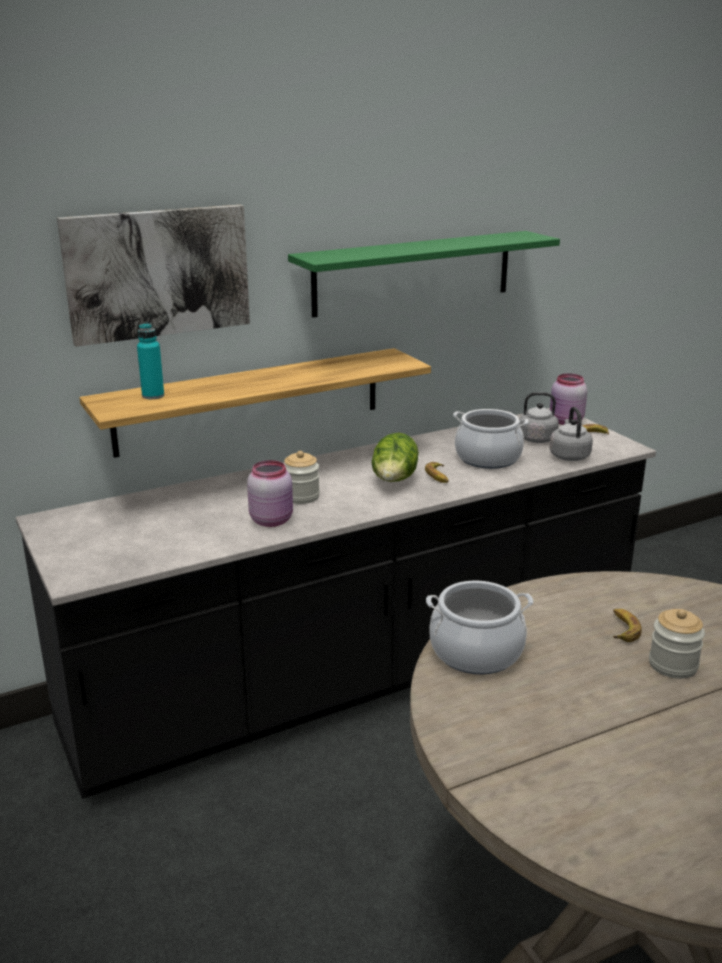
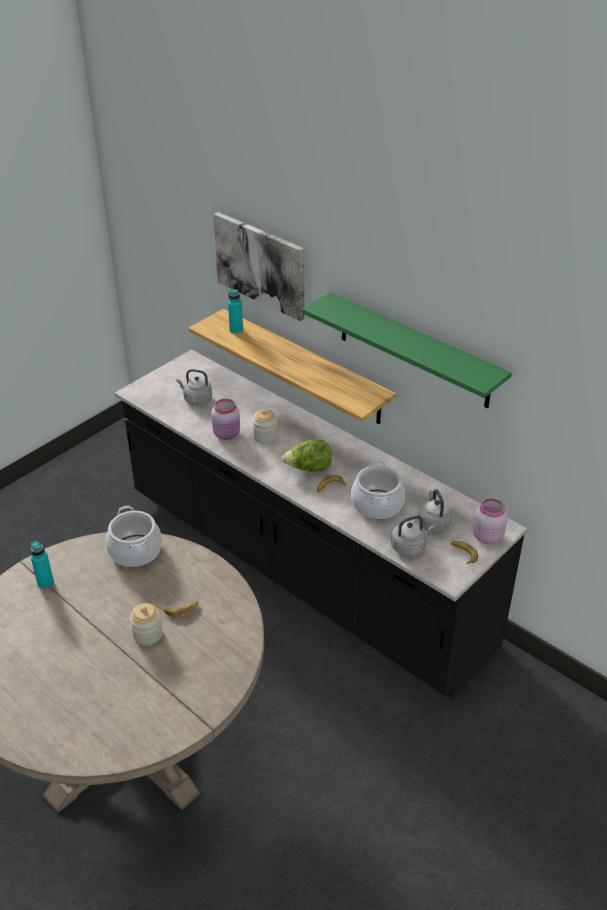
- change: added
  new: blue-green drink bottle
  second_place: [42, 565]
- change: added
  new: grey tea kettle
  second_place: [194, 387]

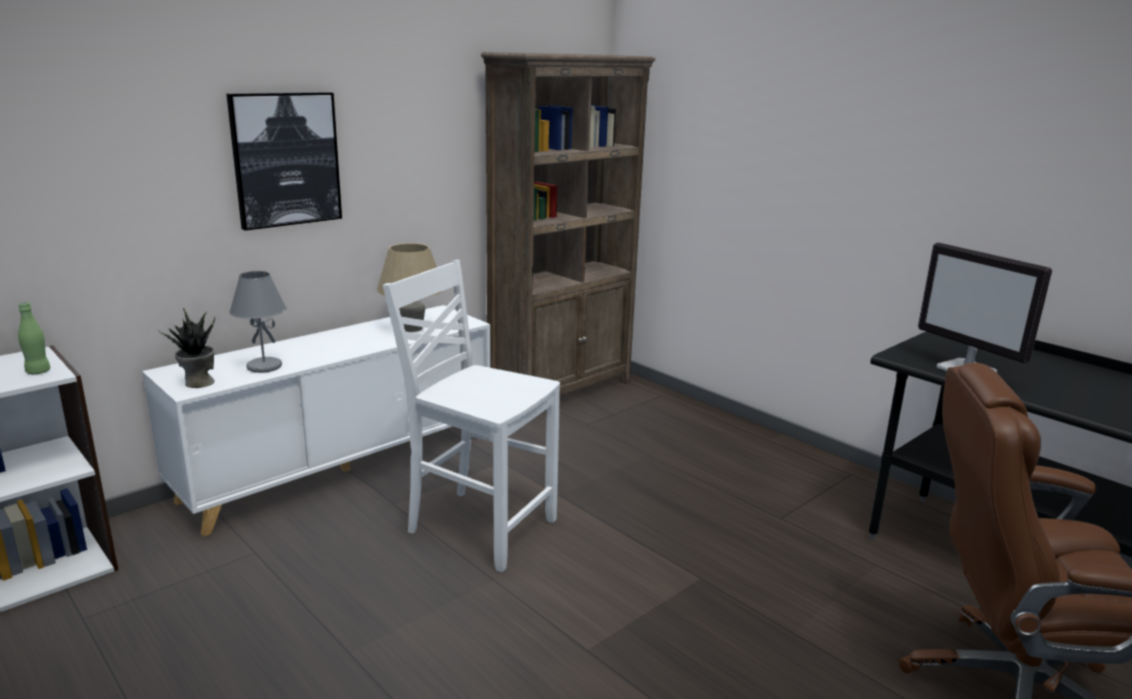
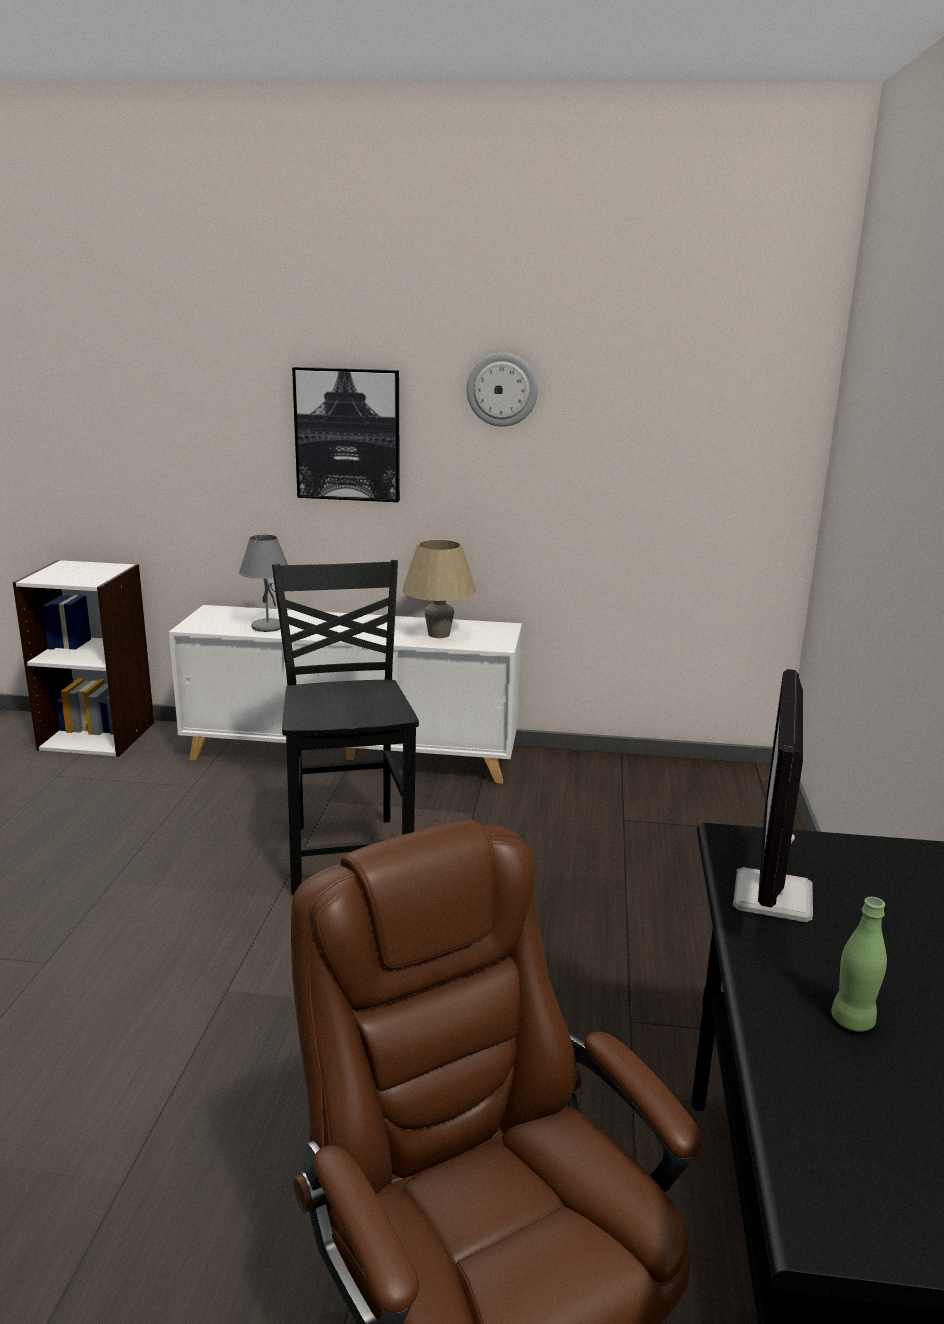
- change: moved
  old: green drink bottle
  first_place: [34, 338]
  second_place: [859, 964]
- change: removed
  old: plant in a pot
  first_place: [186, 348]
- change: recoloured
  old: white plain chair
  new: black-coloured plain chair
  first_place: [471, 416]
  second_place: [345, 727]
- change: removed
  old: brown-coloured bookshelf
  first_place: [568, 223]
- change: added
  new: hanging clock
  second_place: [502, 390]

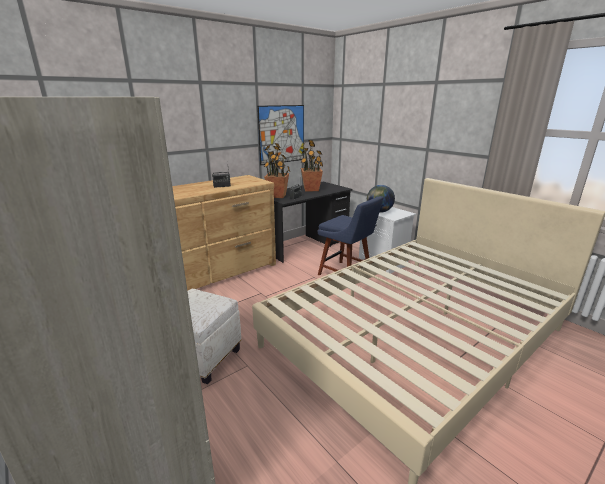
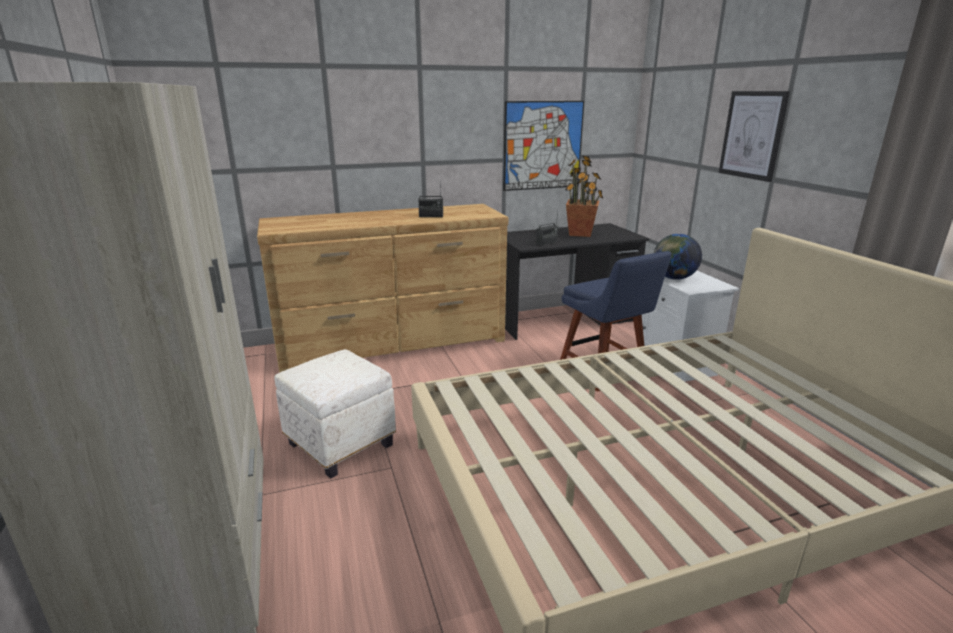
- change: removed
  old: plant in a pot
  first_place: [277, 170]
- change: added
  new: wall art
  second_place: [754, 136]

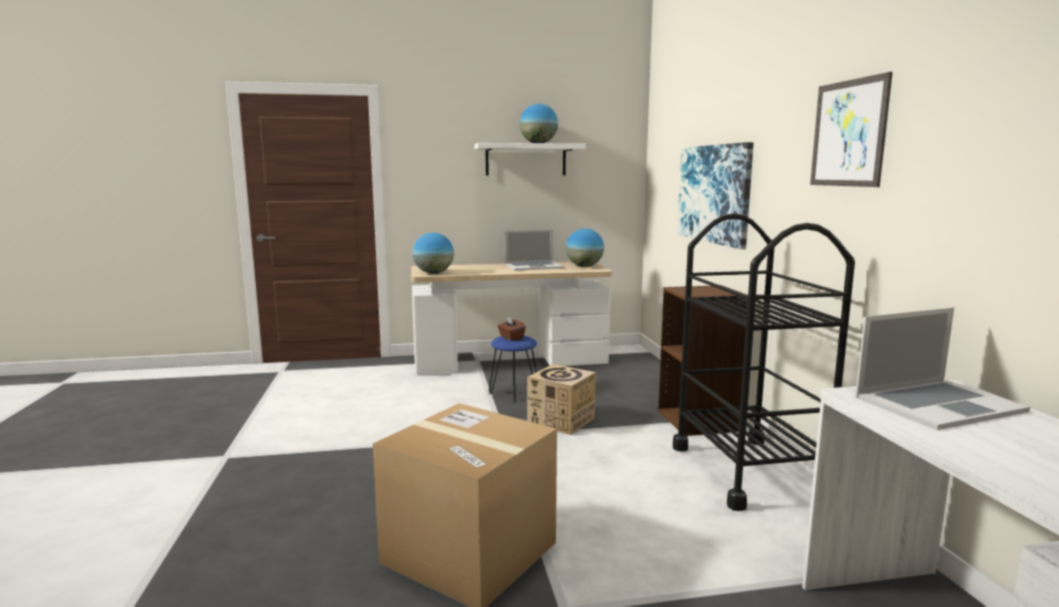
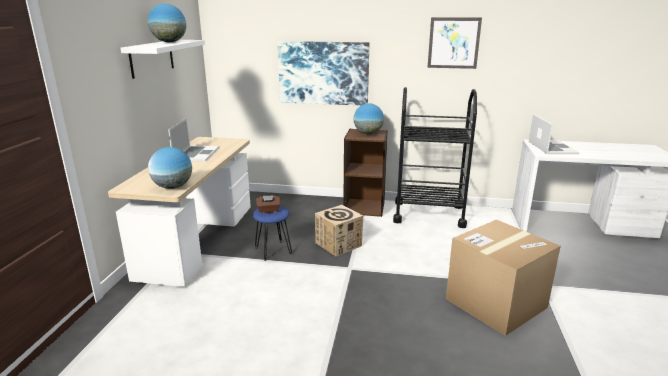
- change: moved
  old: globe
  first_place: [585, 247]
  second_place: [368, 118]

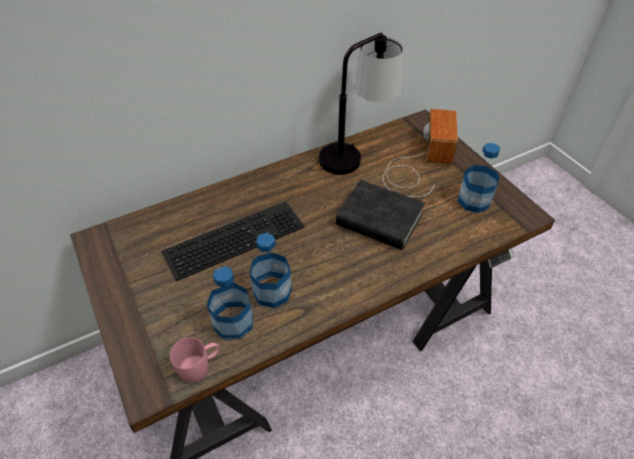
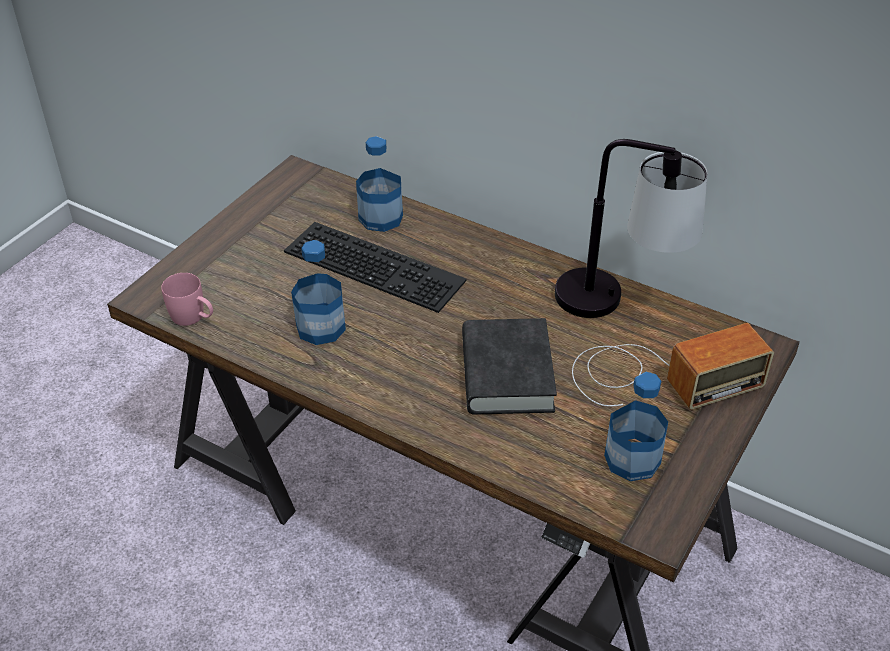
- change: moved
  old: drink bottle
  first_place: [230, 303]
  second_place: [379, 184]

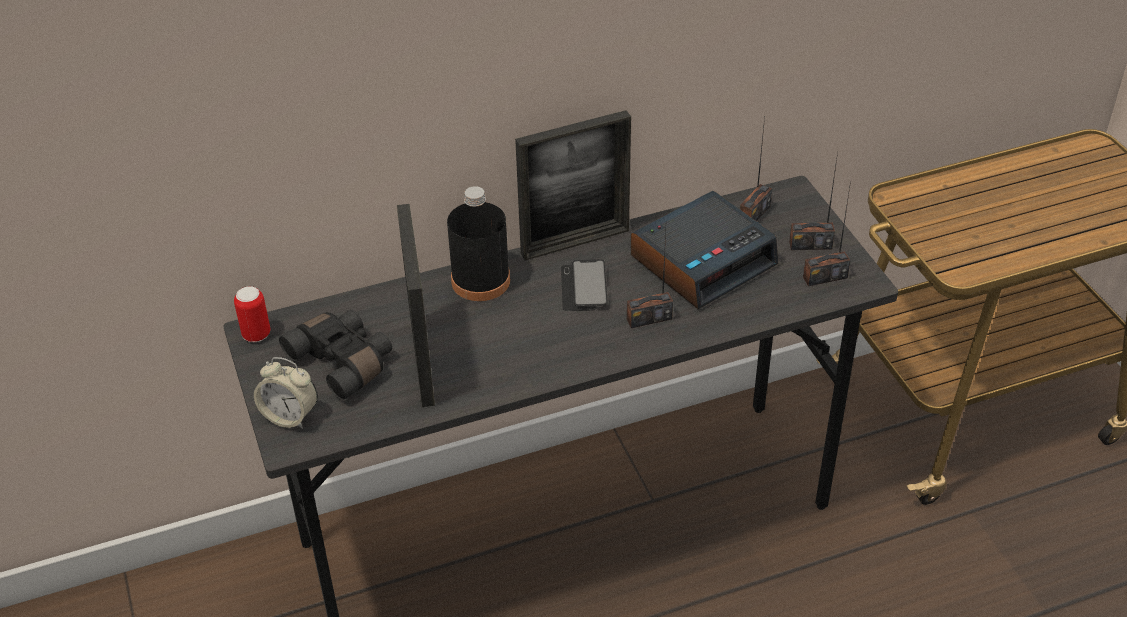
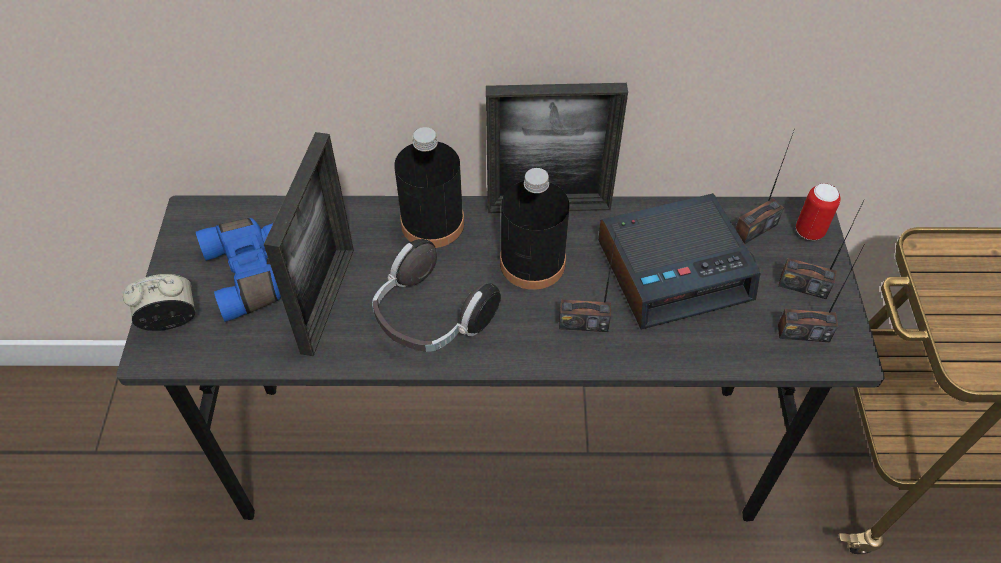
- change: moved
  old: metal can
  first_place: [252, 314]
  second_place: [818, 211]
- change: turned
  old: table clock
  first_place: [286, 393]
  second_place: [159, 302]
  degrees: 120
- change: recoloured
  old: black-coloured binoculars
  new: bluish binoculars
  first_place: [335, 355]
  second_place: [238, 270]
- change: replaced
  old: telephone
  new: black-coloured drink bottle
  first_place: [584, 285]
  second_place: [534, 229]
- change: added
  new: pair of headphones
  second_place: [436, 295]

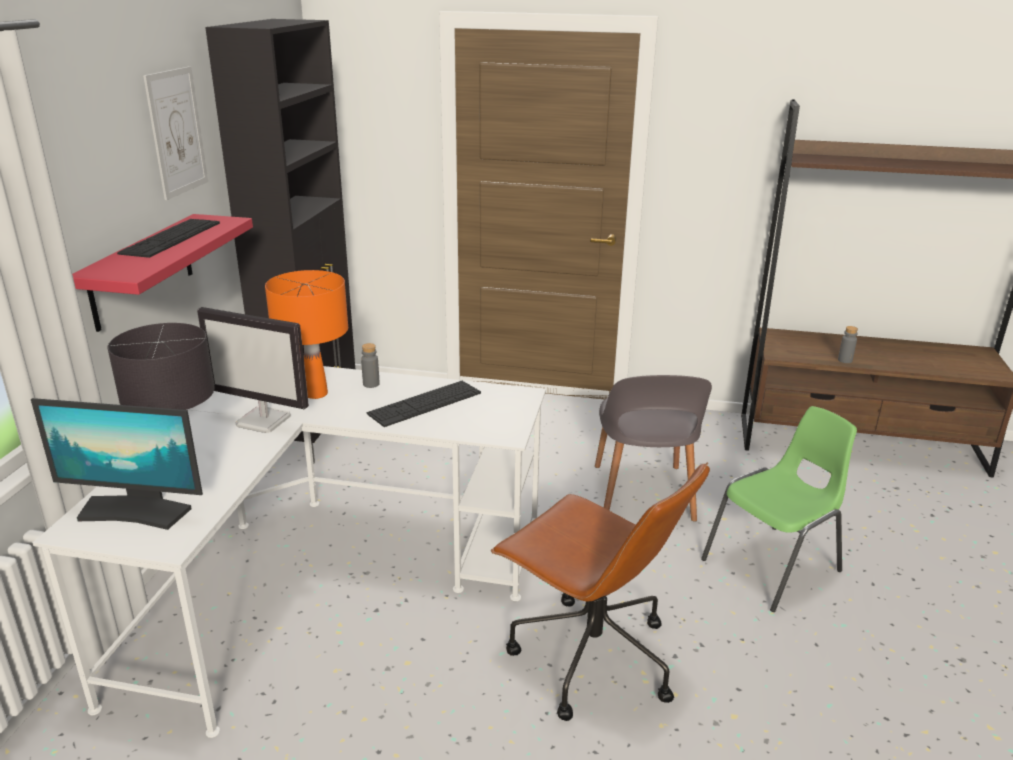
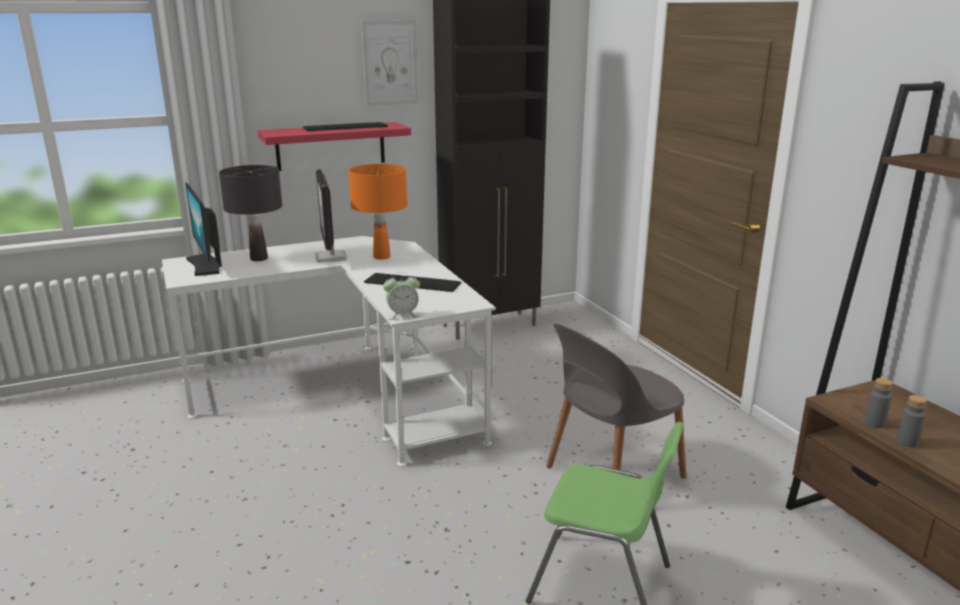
- change: moved
  old: grey drink bottle
  first_place: [370, 365]
  second_place: [879, 403]
- change: removed
  old: brown-coloured desk chair
  first_place: [600, 591]
- change: added
  new: table clock
  second_place: [401, 296]

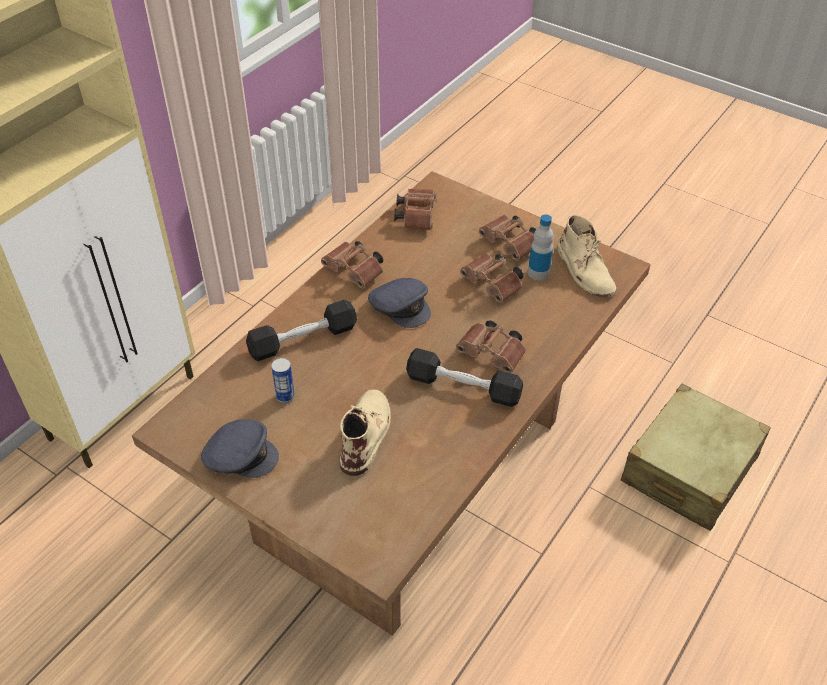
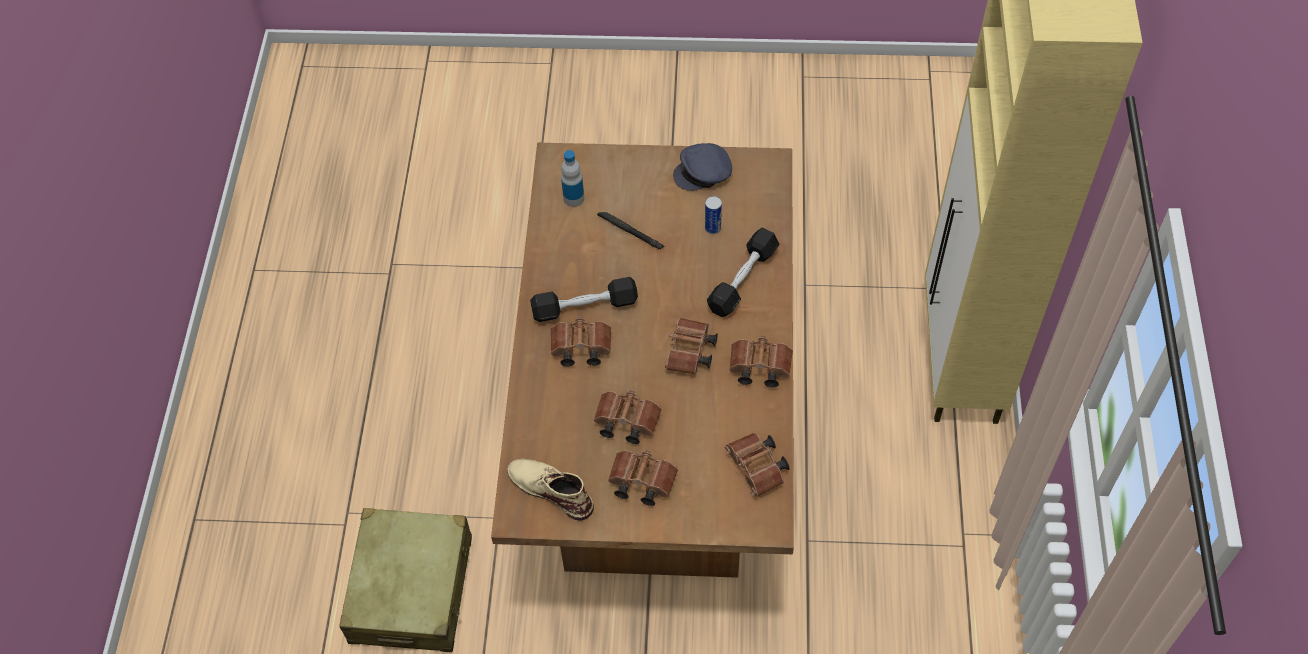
- change: replaced
  old: beige tall boot
  new: black-coloured hand torch
  first_place: [365, 433]
  second_place: [630, 231]
- change: replaced
  old: grey baseball cap
  new: brown-coloured binoculars
  first_place: [399, 303]
  second_place: [691, 346]
- change: moved
  old: drink bottle
  first_place: [541, 247]
  second_place: [572, 178]

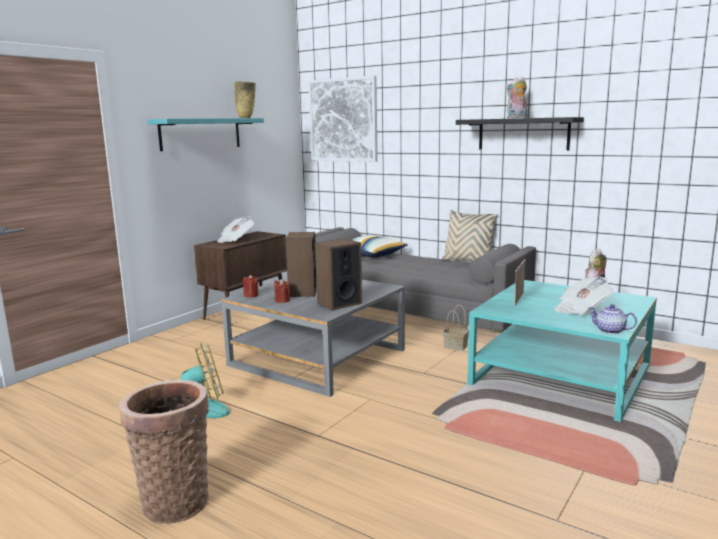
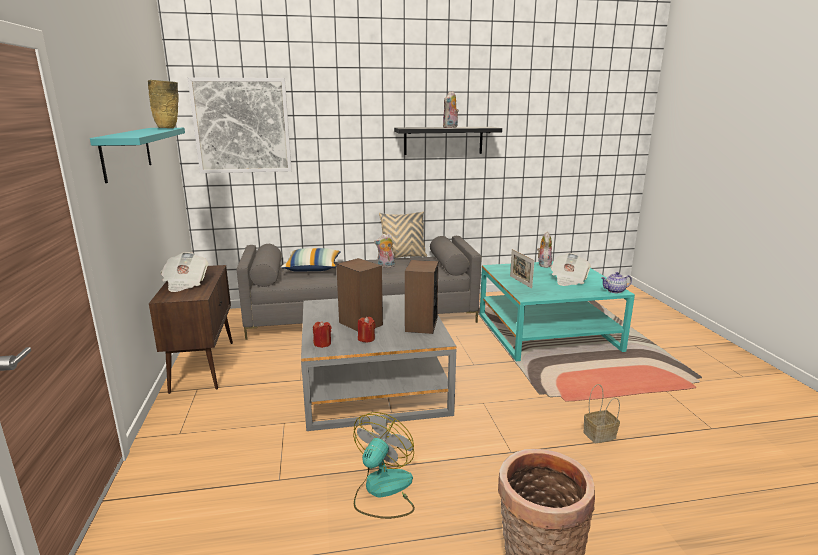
- change: moved
  old: storage basket
  first_place: [456, 327]
  second_place: [601, 413]
- change: added
  new: cuddly toy
  second_place: [384, 251]

